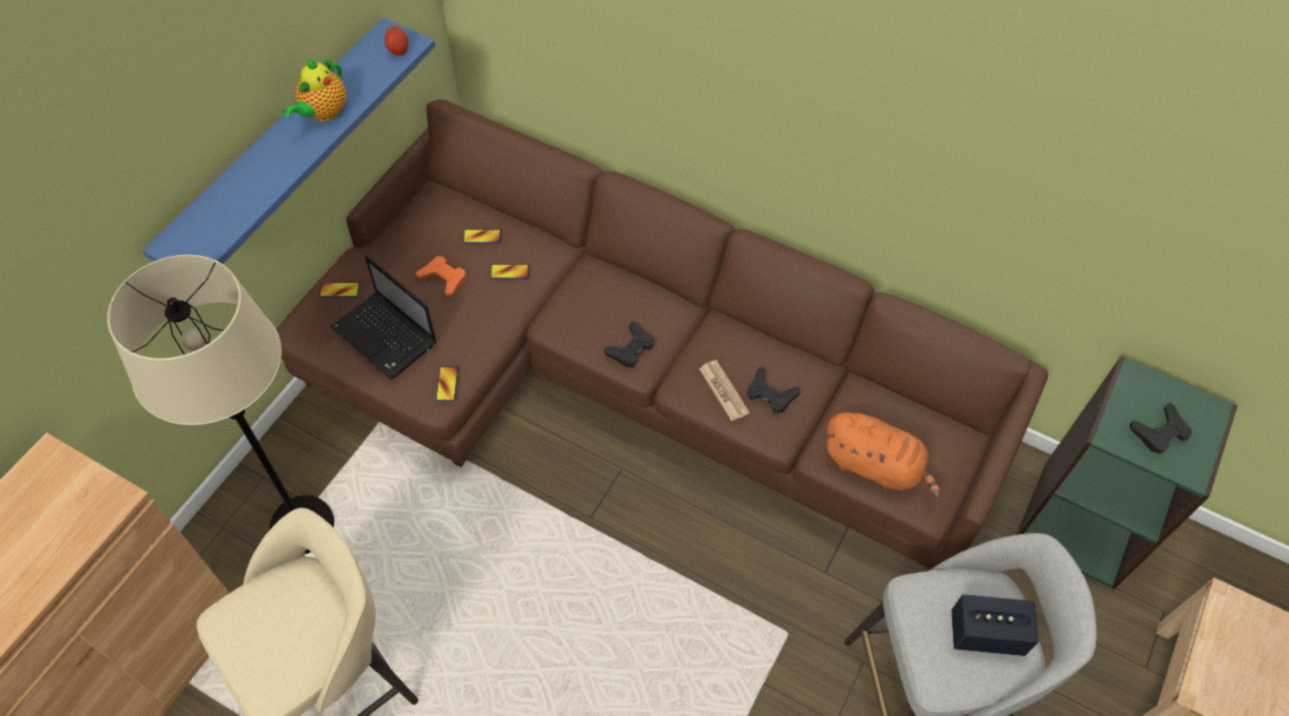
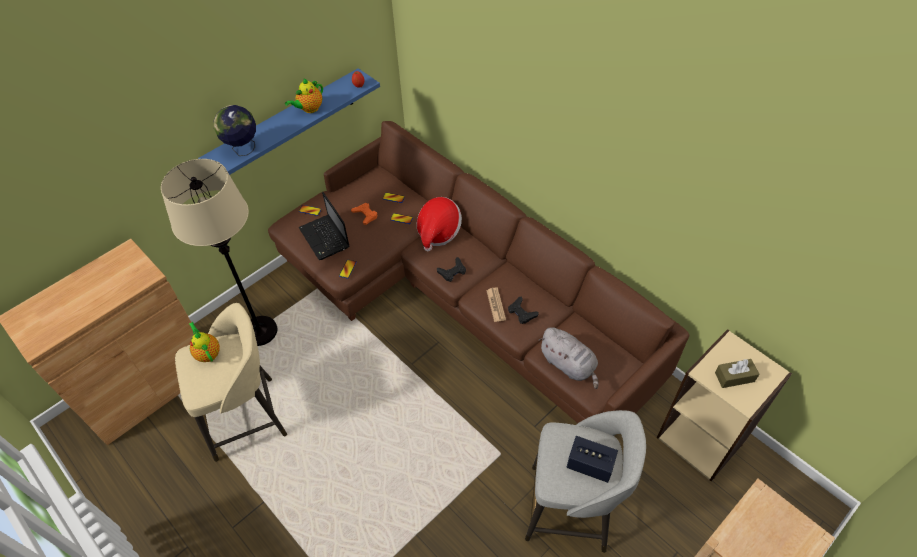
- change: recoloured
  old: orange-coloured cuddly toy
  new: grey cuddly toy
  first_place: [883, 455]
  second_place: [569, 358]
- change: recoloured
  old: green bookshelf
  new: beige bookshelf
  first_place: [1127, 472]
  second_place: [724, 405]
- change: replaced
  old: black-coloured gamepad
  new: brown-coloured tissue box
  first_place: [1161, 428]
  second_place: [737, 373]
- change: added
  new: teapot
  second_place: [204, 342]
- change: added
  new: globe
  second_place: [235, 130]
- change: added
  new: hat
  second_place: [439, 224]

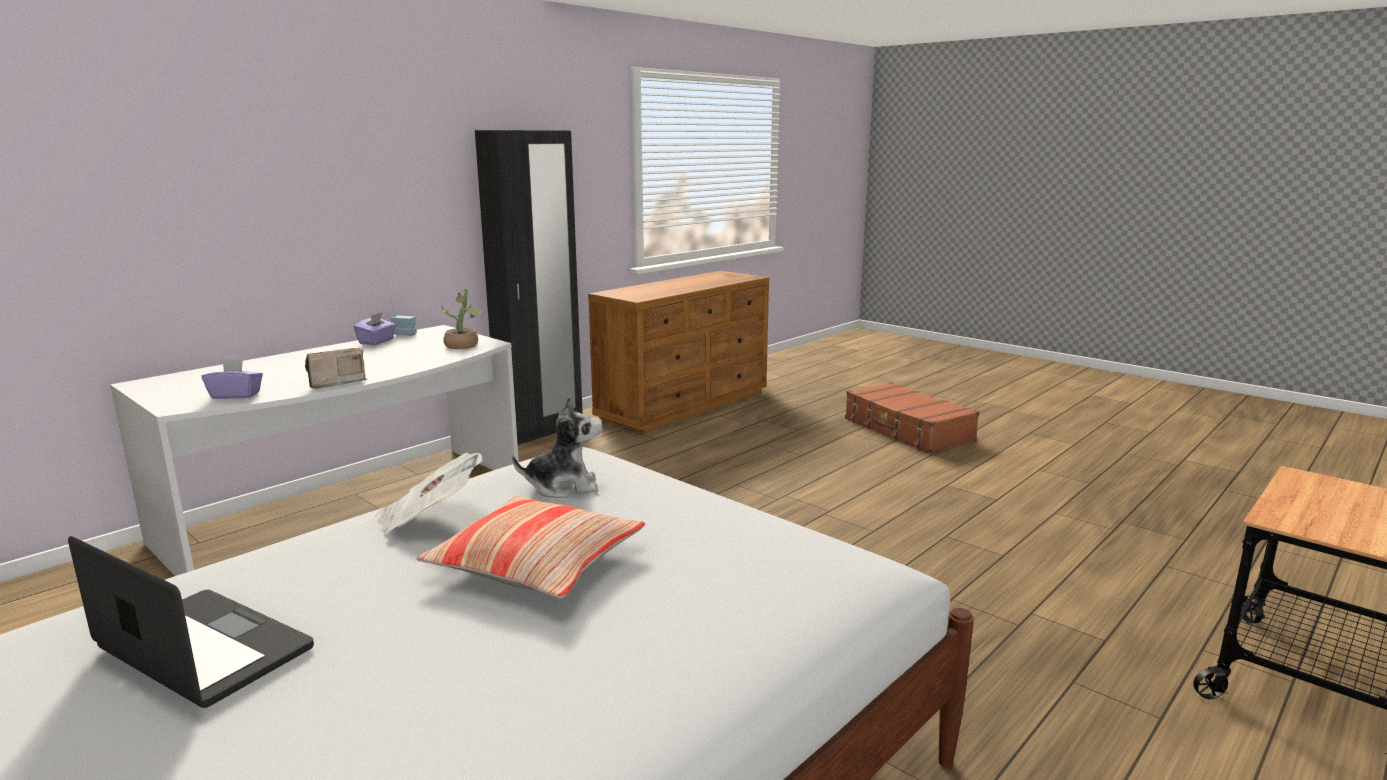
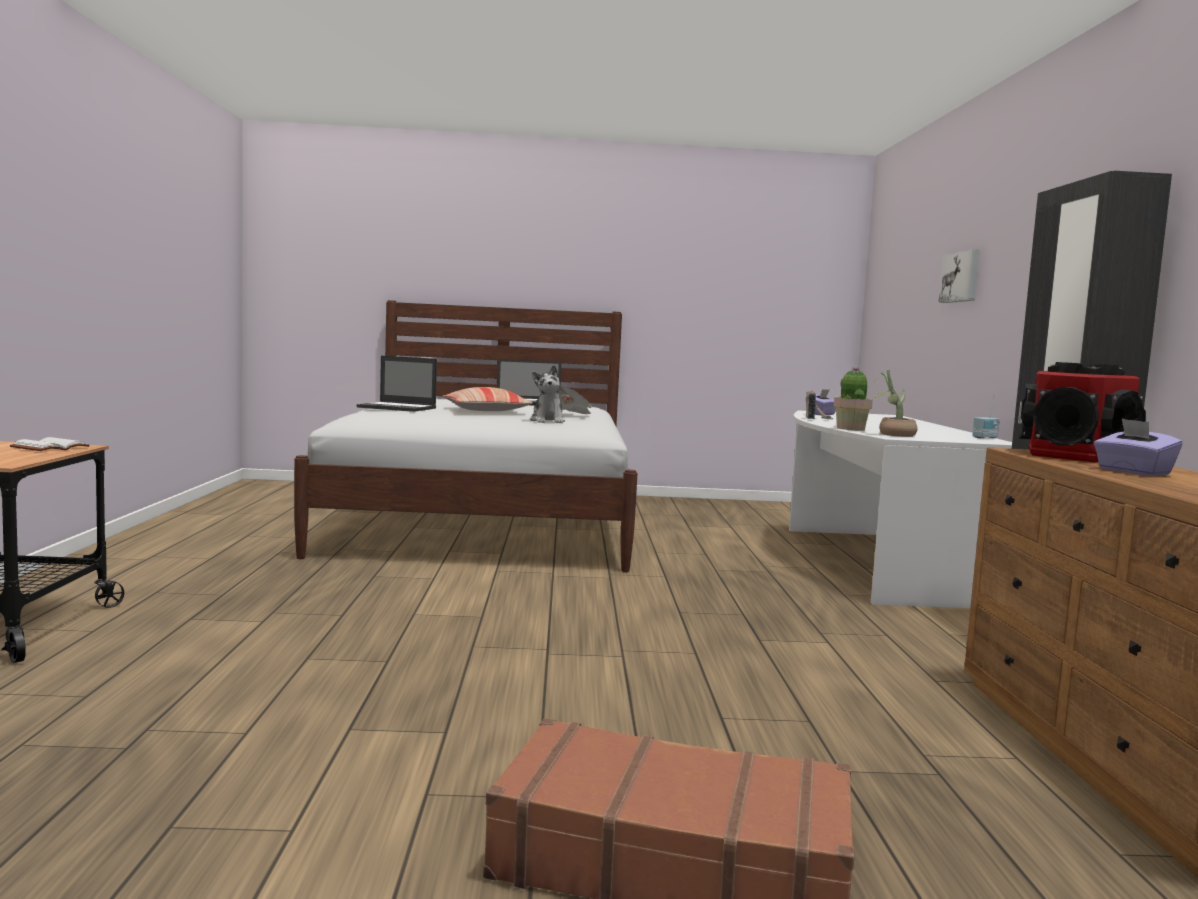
- change: moved
  old: purple-coloured tissue box
  first_place: [375, 328]
  second_place: [1138, 447]
- change: turned
  old: cuddly toy
  first_place: [557, 447]
  second_place: [547, 394]
  degrees: -45
- change: added
  new: white book
  second_place: [50, 444]
- change: added
  new: notebook computer
  second_place: [396, 384]
- change: added
  new: plant in a pot
  second_place: [853, 398]
- change: added
  new: wall art
  second_place: [959, 276]
- change: added
  new: audio speaker
  second_place: [1082, 412]

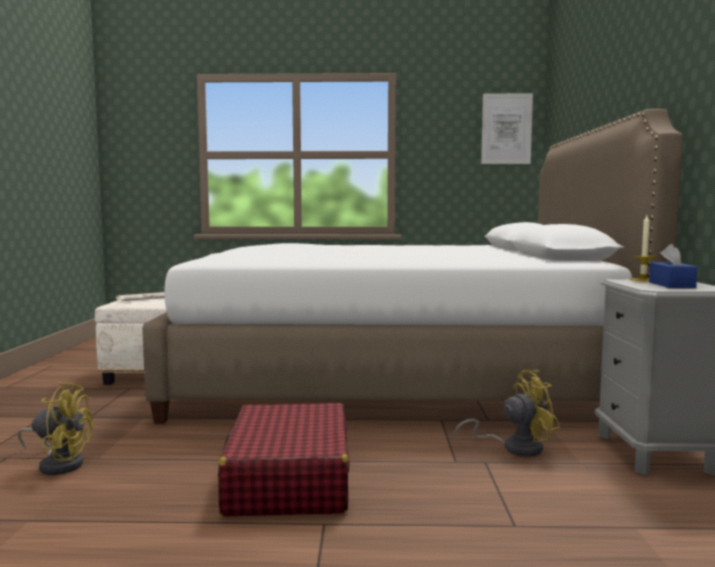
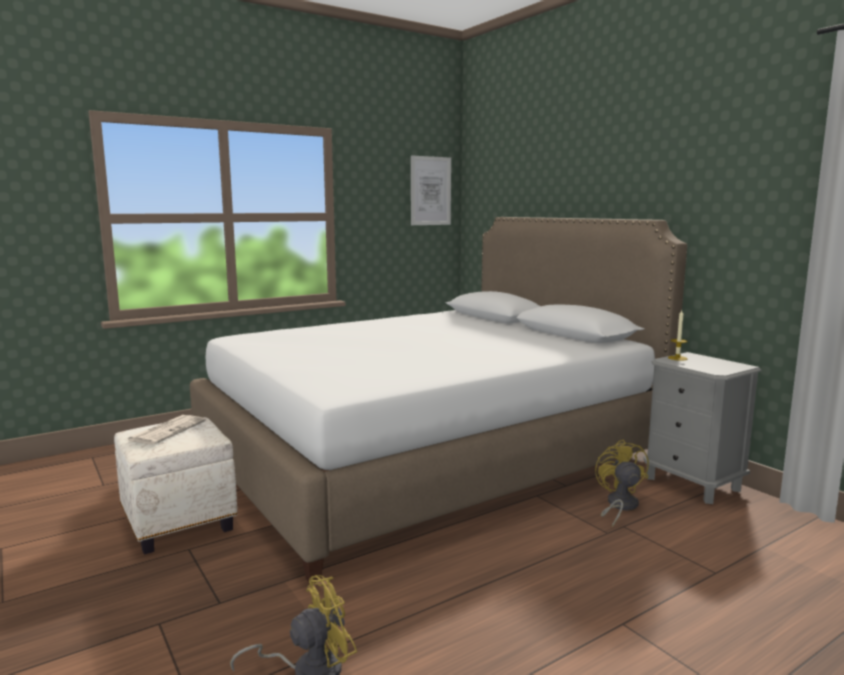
- change: removed
  old: red-coloured piece of luggage
  first_place: [284, 460]
- change: turned
  old: yellow-coloured electric fan
  first_place: [507, 413]
  second_place: [622, 483]
  degrees: -45
- change: removed
  old: bluish tissue box
  first_place: [673, 266]

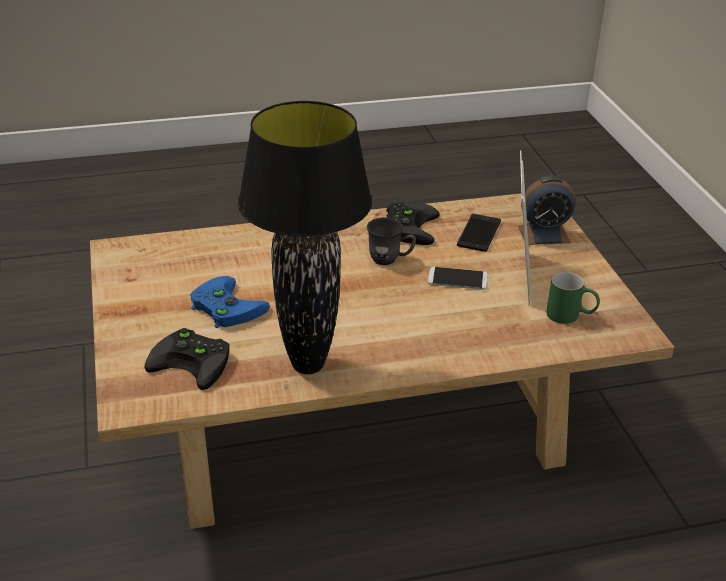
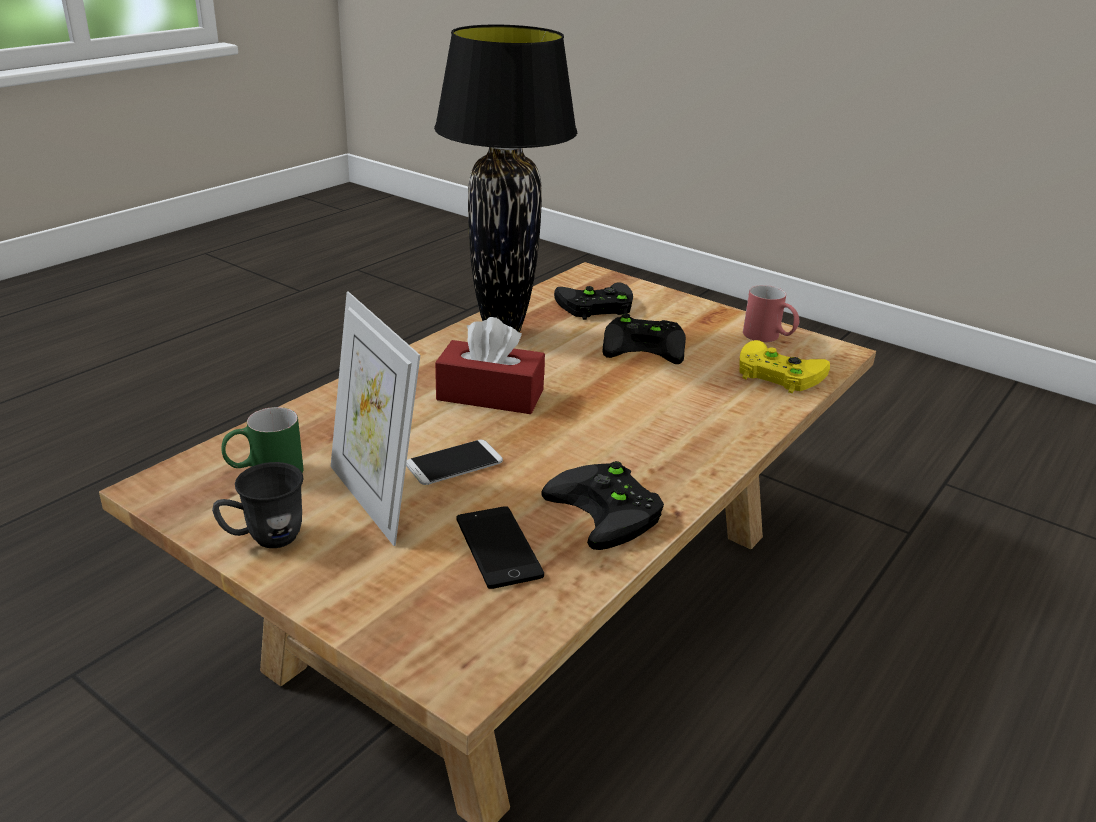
- change: recoloured
  old: bluish gamepad
  new: black-coloured gamepad
  first_place: [230, 302]
  second_place: [644, 338]
- change: moved
  old: grey tea mug
  first_place: [391, 241]
  second_place: [257, 505]
- change: removed
  old: table clock
  first_place: [547, 210]
- change: added
  new: red-coloured tissue box
  second_place: [490, 365]
- change: added
  new: yellow-coloured gamepad
  second_place: [784, 366]
- change: added
  new: red-coloured tea mug
  second_place: [771, 313]

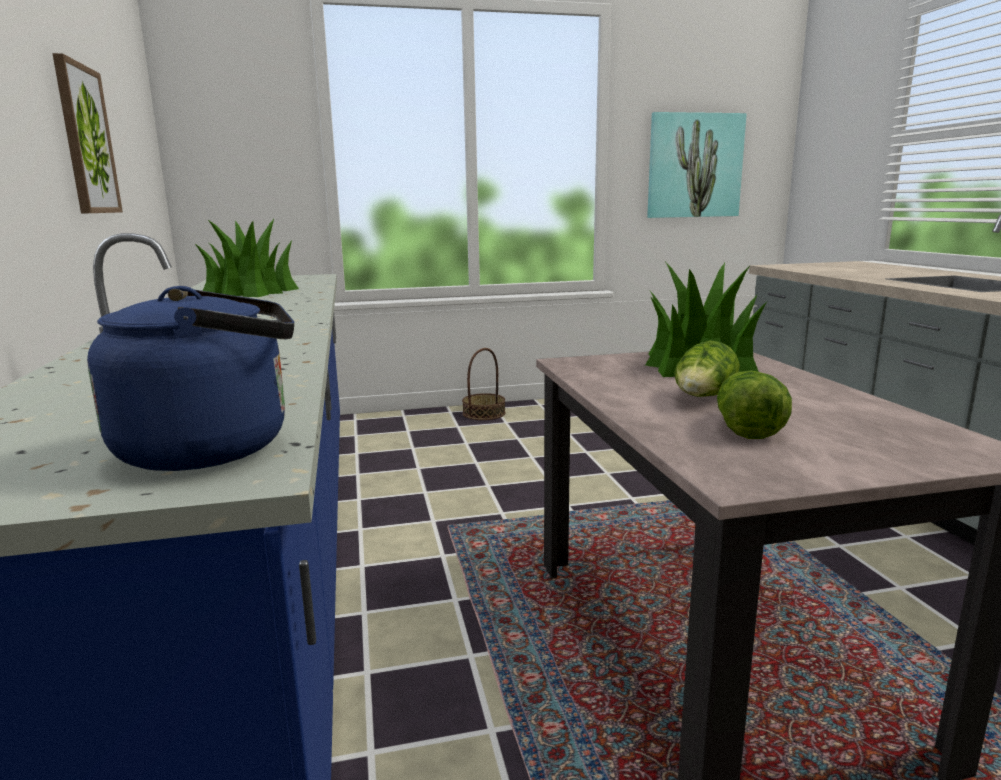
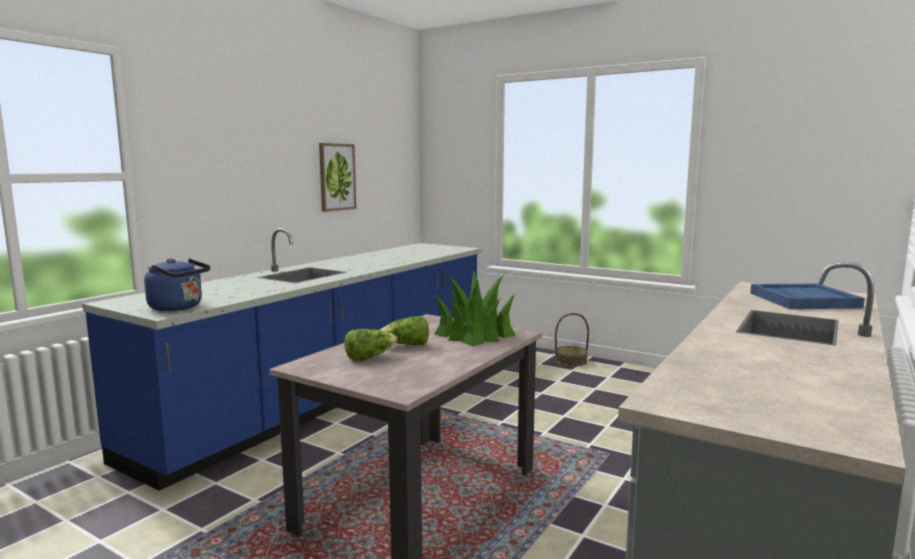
- change: removed
  old: plant in a pot
  first_place: [247, 258]
- change: removed
  old: wall art
  first_place: [697, 165]
- change: added
  new: bluish serving tray
  second_place: [807, 296]

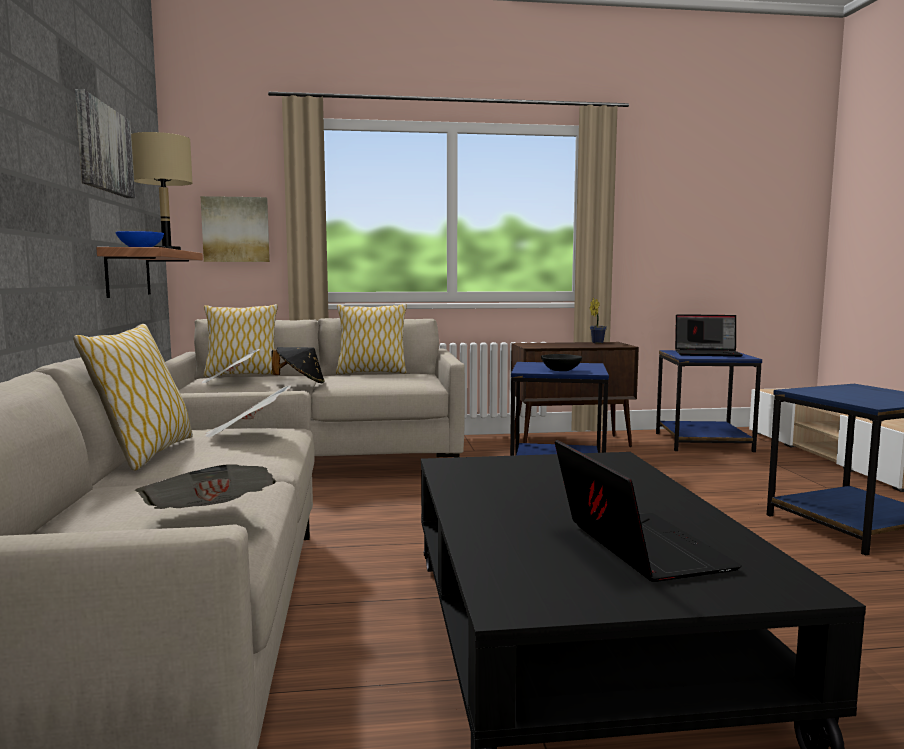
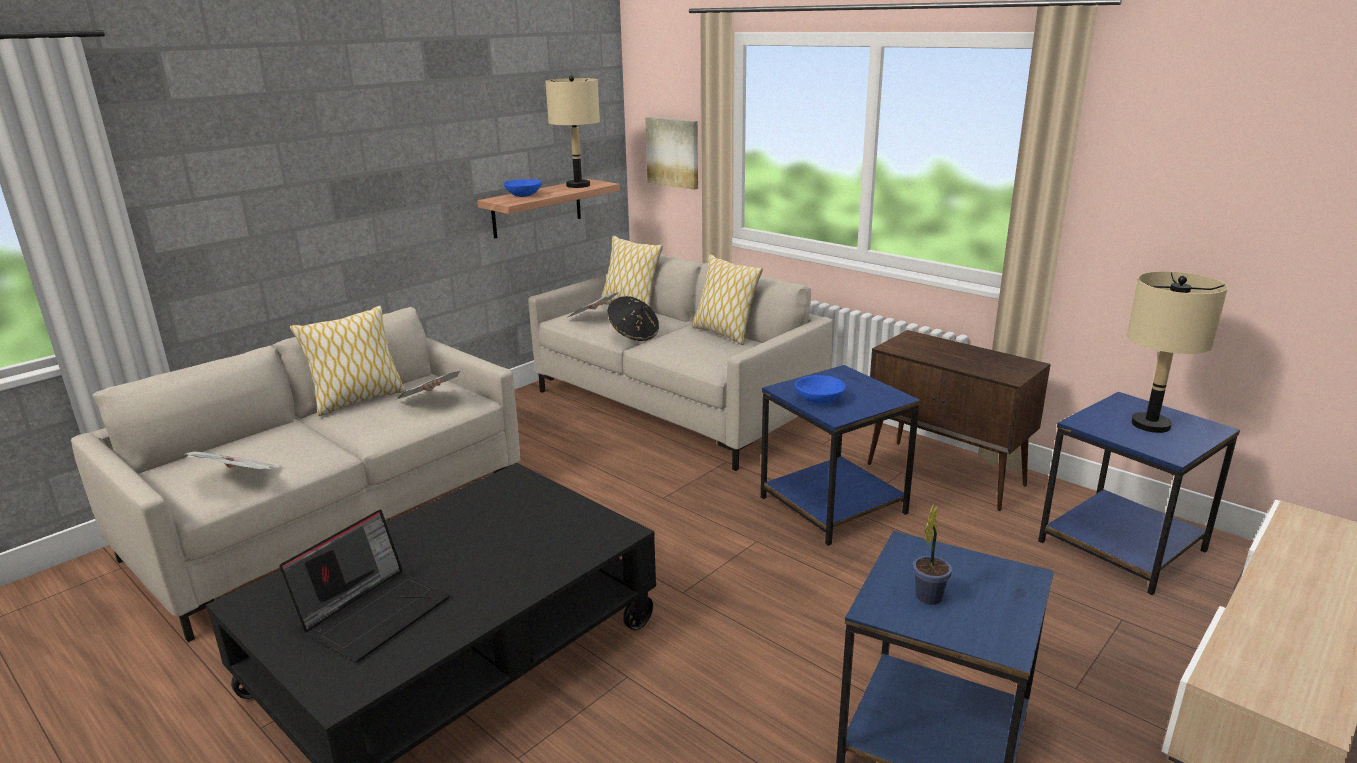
- change: removed
  old: wall art
  first_place: [105, 143]
- change: recoloured
  old: black-coloured bowl
  new: bluish bowl
  first_place: [561, 362]
  second_place: [820, 389]
- change: moved
  old: plant in a pot
  first_place: [598, 320]
  second_place: [932, 554]
- change: replaced
  old: notebook computer
  new: beige tabletop lamp
  first_place: [709, 335]
  second_place: [1177, 352]

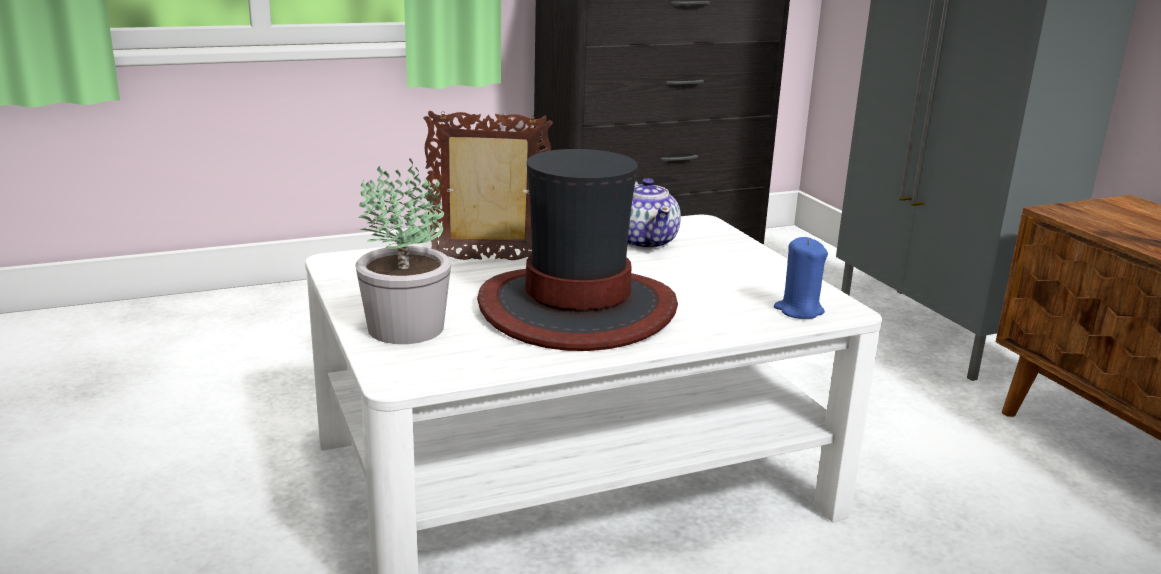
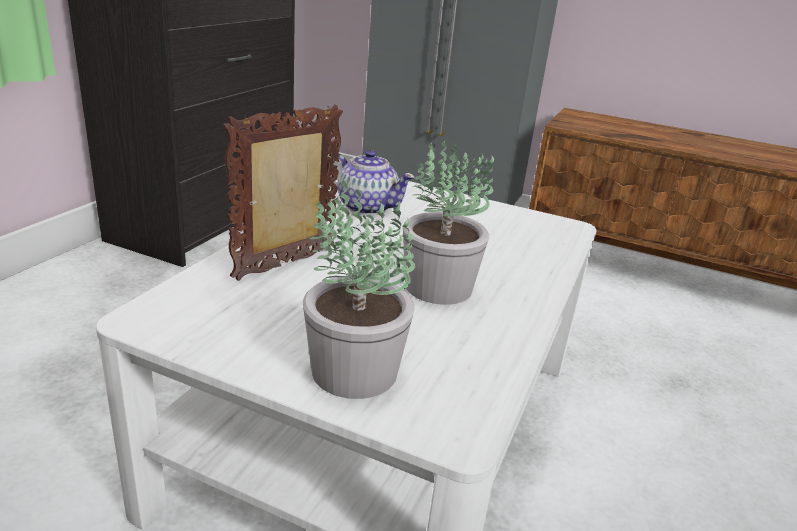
- change: replaced
  old: hat
  new: plant in a pot
  first_place: [577, 250]
  second_place: [448, 223]
- change: removed
  old: bluish wax candle
  first_place: [801, 278]

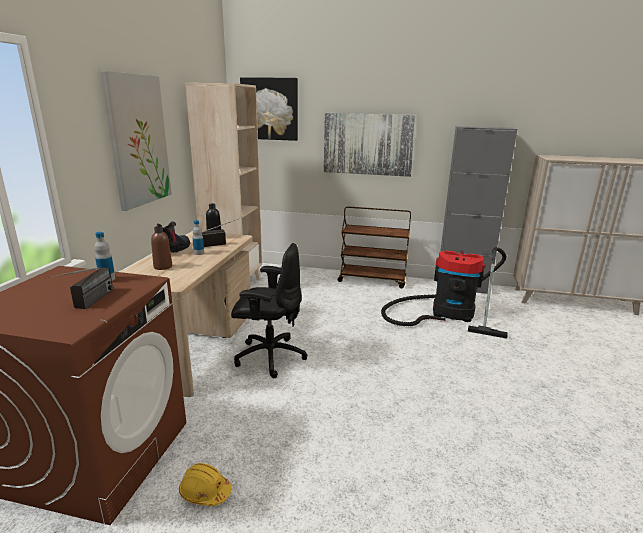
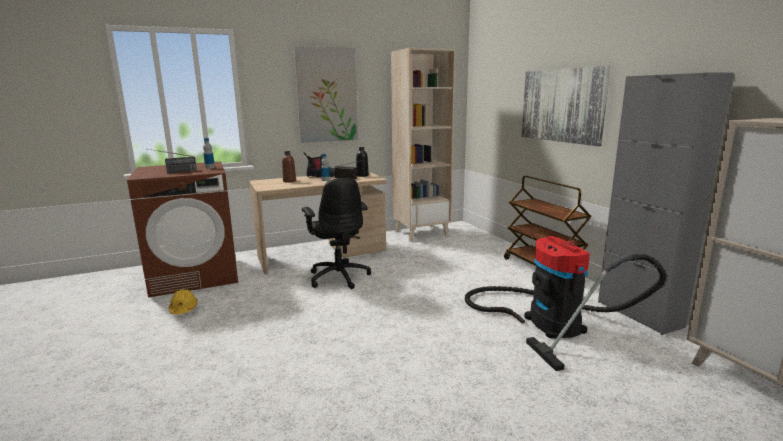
- change: removed
  old: wall art
  first_place: [269, 109]

